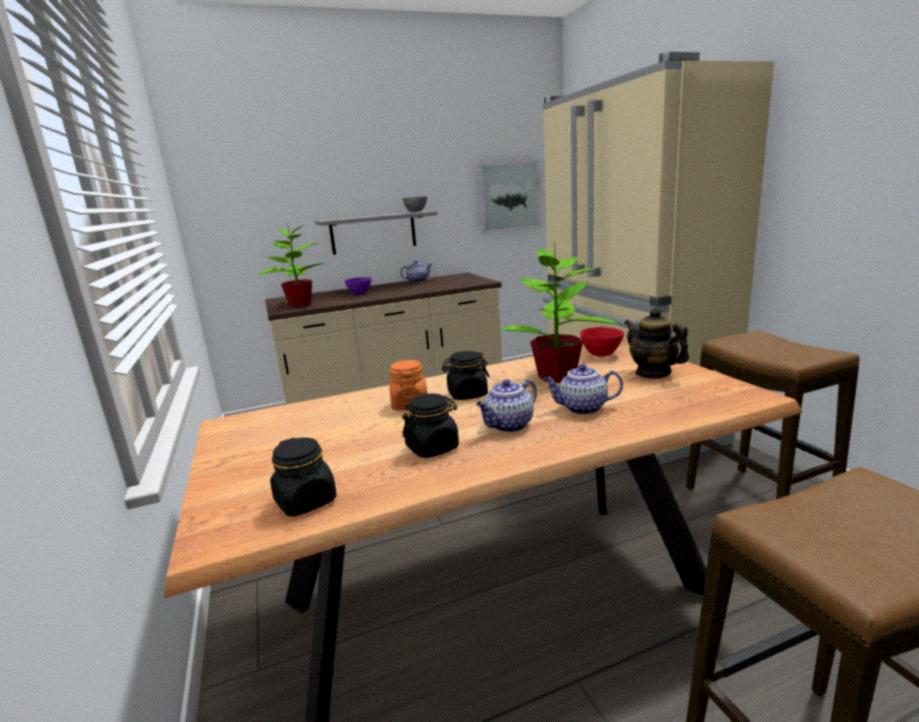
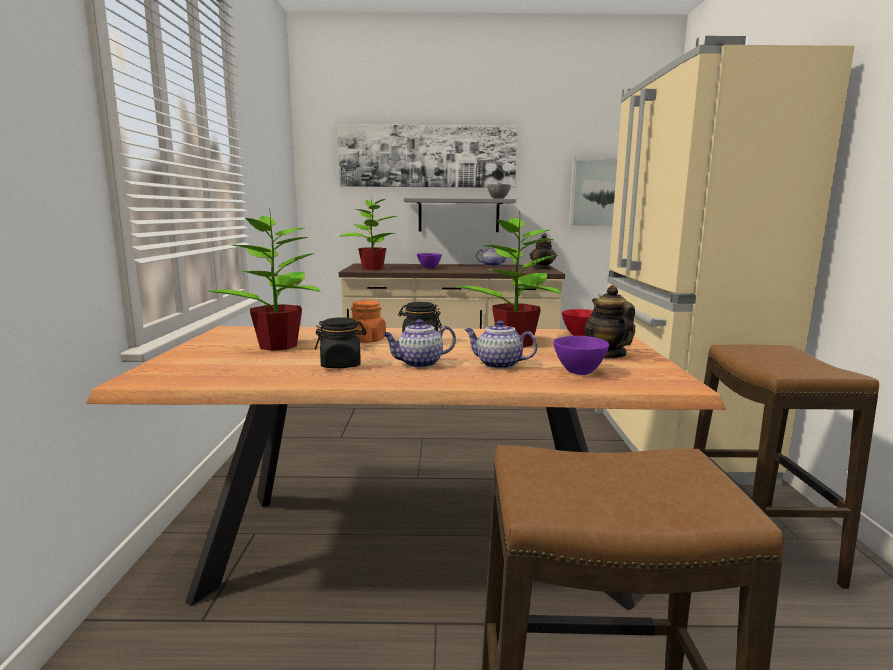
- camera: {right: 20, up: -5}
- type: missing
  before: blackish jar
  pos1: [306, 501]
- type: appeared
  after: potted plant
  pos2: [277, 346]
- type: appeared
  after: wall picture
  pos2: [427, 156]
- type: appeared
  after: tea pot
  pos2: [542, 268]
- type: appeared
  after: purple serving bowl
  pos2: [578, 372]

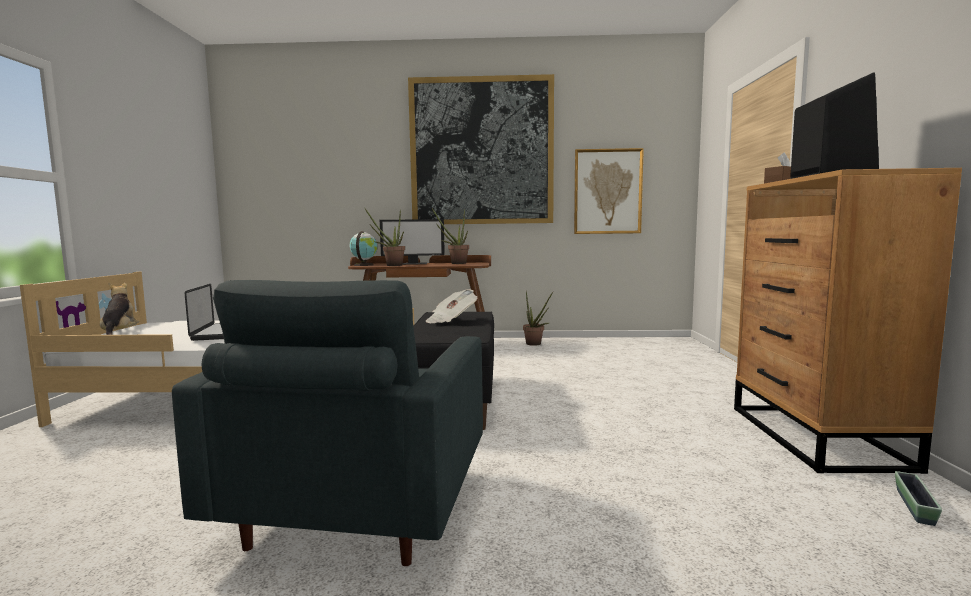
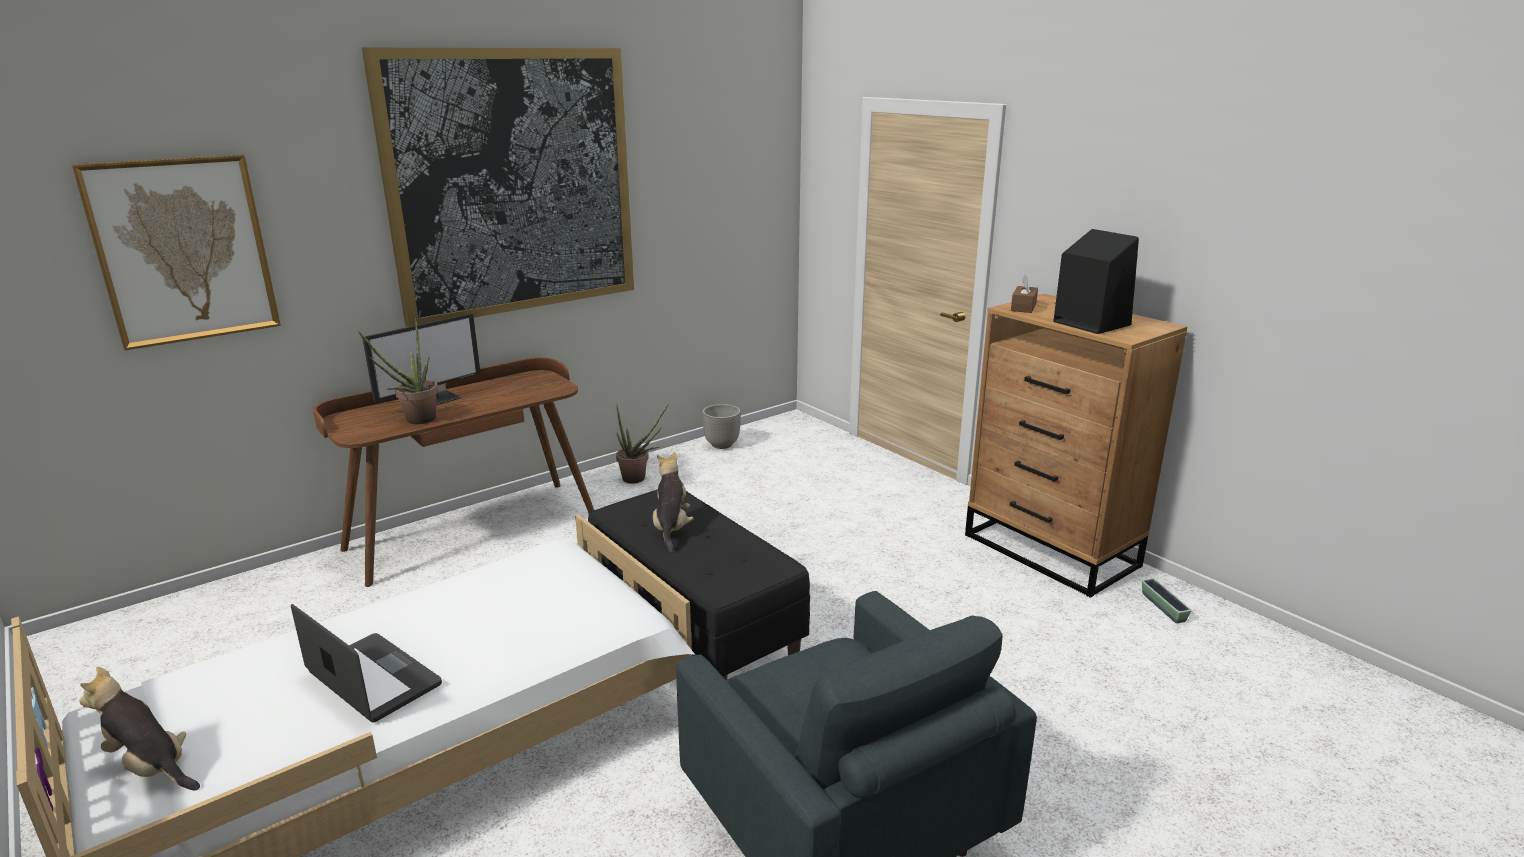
- camera: {right: -40, up: 15}
- type: missing
  before: world globe
  pos1: [364, 265]
- type: exchanged
  before: daily paper
  after: soft toy
  pos1: [451, 320]
  pos2: [671, 528]
- type: missing
  before: potted plant
  pos1: [455, 263]
- type: relocated
  before: wall picture
  pos1: [607, 191]
  pos2: [183, 250]
- type: appeared
  after: plant pot
  pos2: [722, 445]

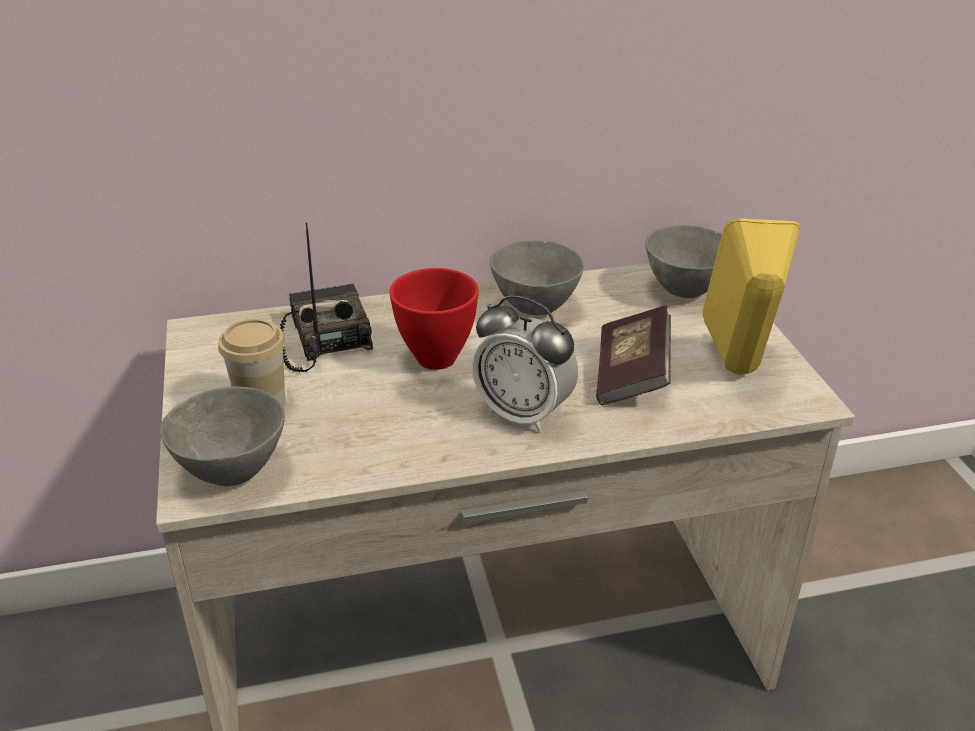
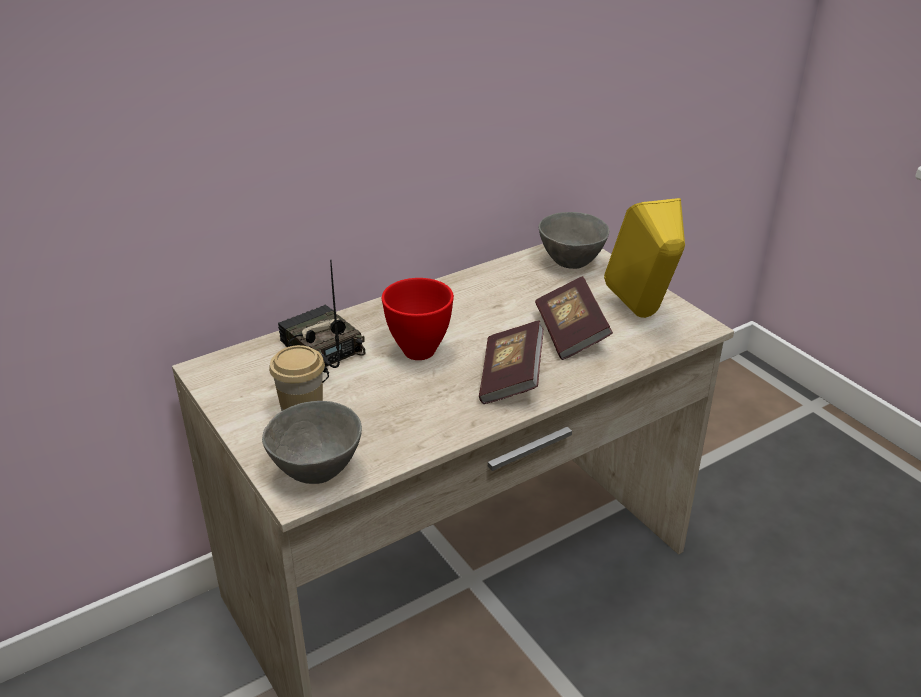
- camera: {right: -20, up: 0}
- type: exchanged
  before: bedside clock
  after: book
  pos1: [523, 414]
  pos2: [511, 378]
- type: missing
  before: gray serving bowl
  pos1: [536, 307]

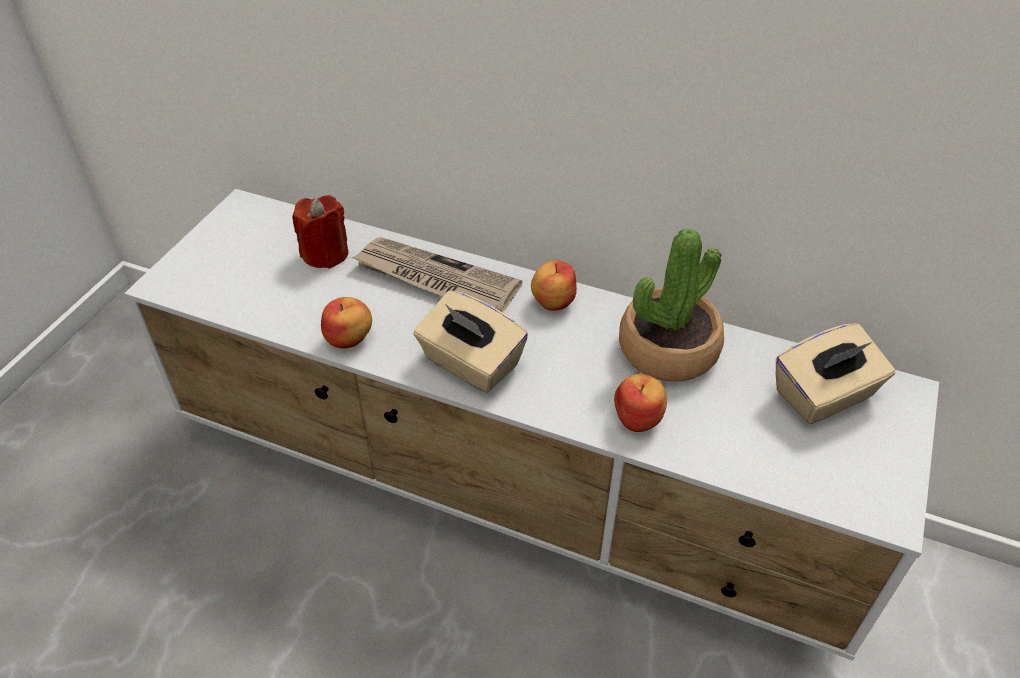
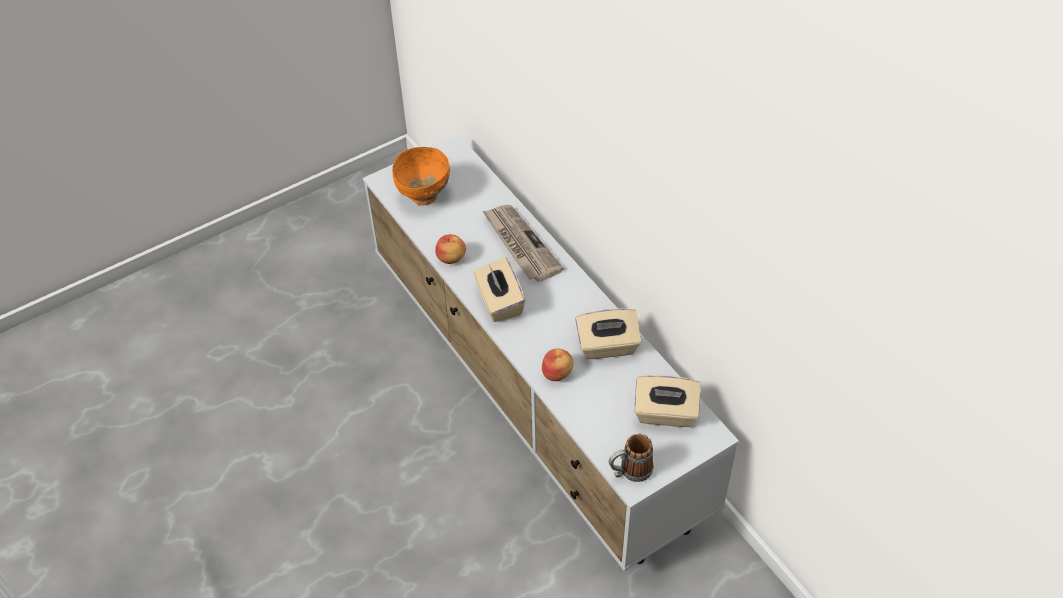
- camera: {right: 35, up: 5}
- type: missing
  before: reddish wax light
  pos1: [325, 254]
- type: missing
  before: apple
  pos1: [553, 301]
- type: exchanged
  before: potted plant
  after: sand-coloured box of tissues
  pos1: [668, 349]
  pos2: [607, 346]
- type: appeared
  after: orange-coloured serving bowl
  pos2: [424, 196]
- type: appeared
  after: coffee mug
  pos2: [629, 471]

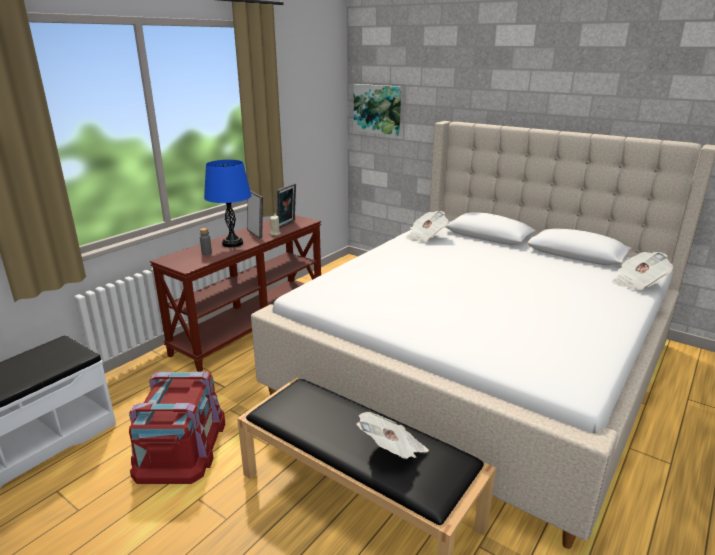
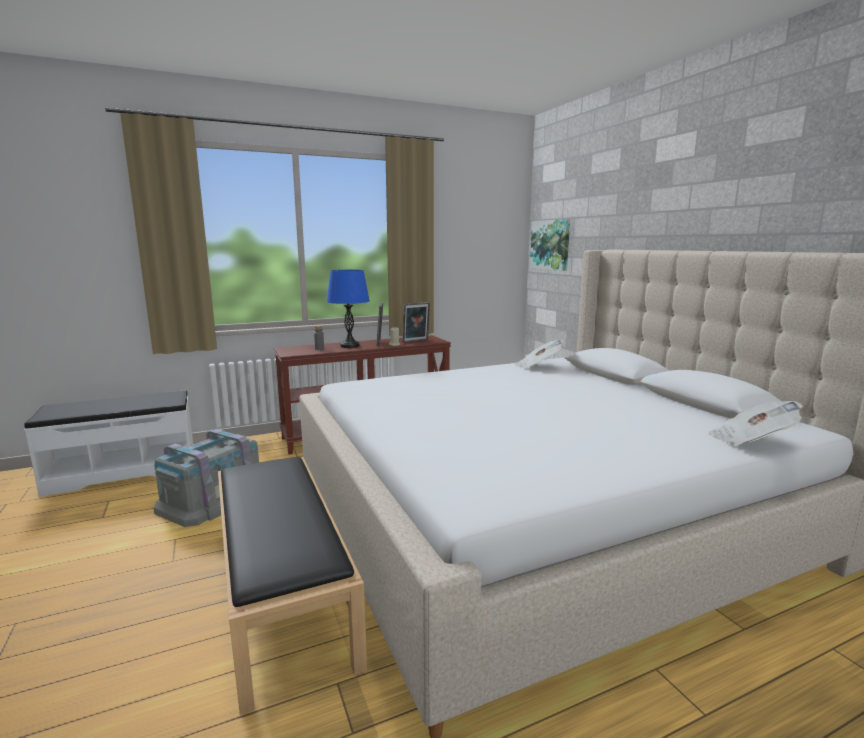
- camera: {right: 30, up: -10}
- type: colour
  before: reddish storage container
  after: gray storage container
  pos1: [180, 444]
  pos2: [213, 498]
- type: missing
  before: daily paper
  pos1: [392, 450]

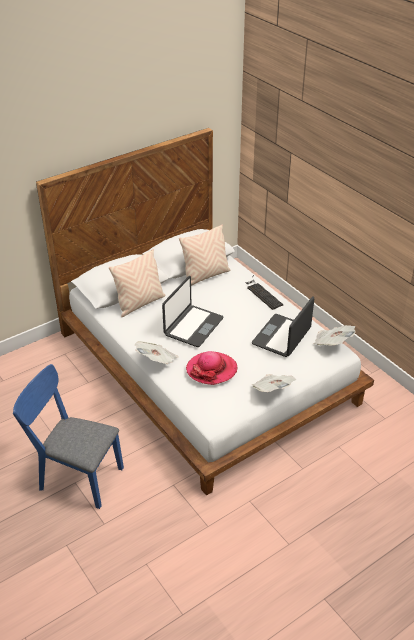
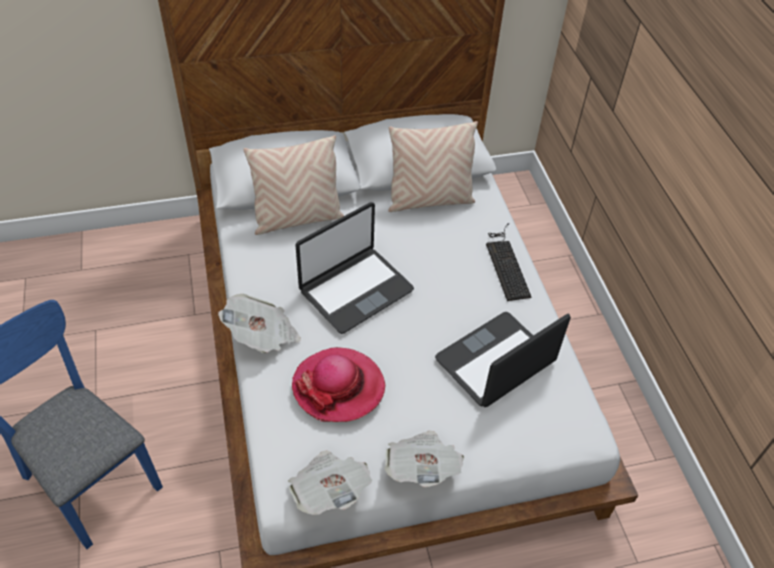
- camera: {right: 20, up: 10}
- type: relocated
  before: daily paper
  pos1: [332, 343]
  pos2: [329, 490]

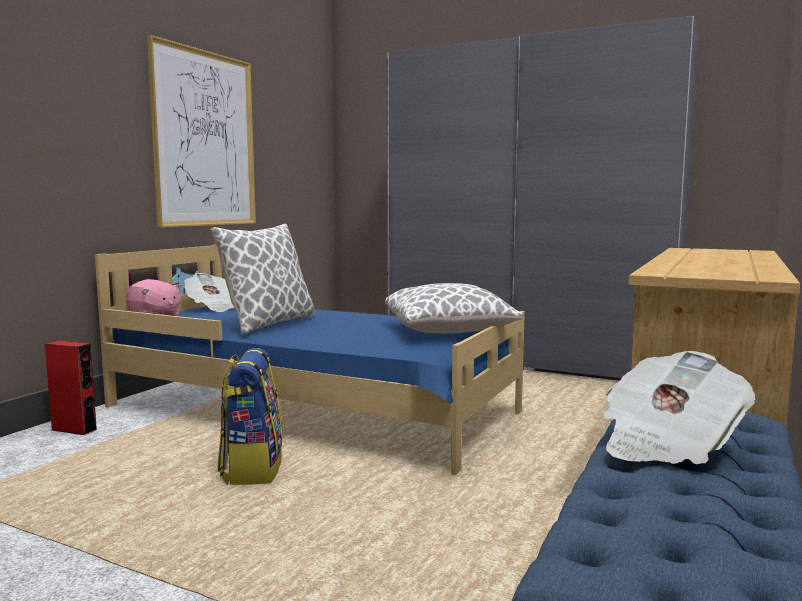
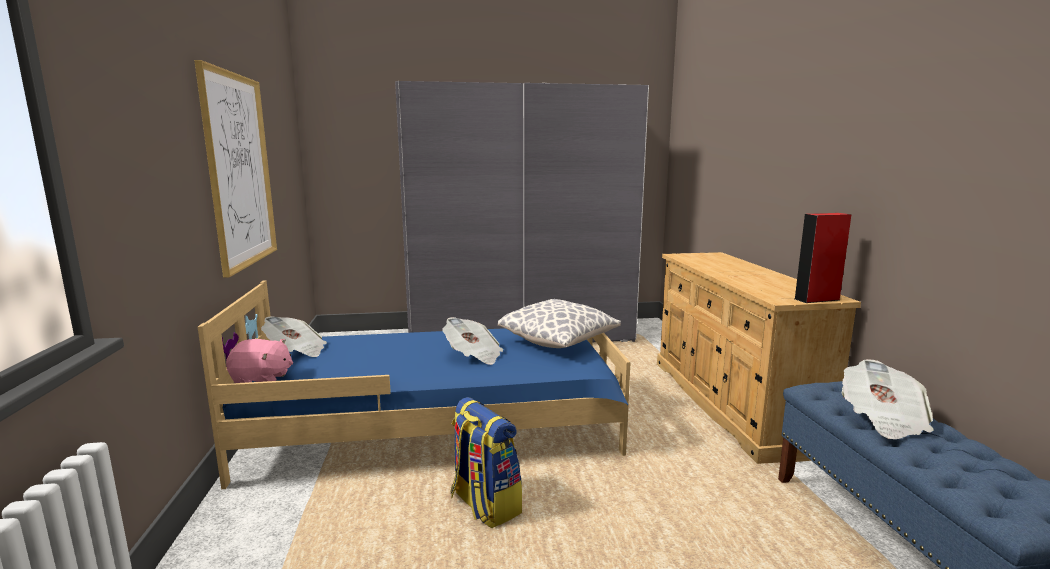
- camera: {right: -35, up: 5}
- type: relocated
  before: reddish speaker
  pos1: [74, 429]
  pos2: [817, 299]
- type: missing
  before: pillow
  pos1: [268, 324]
- type: appeared
  after: daily paper
  pos2: [474, 356]

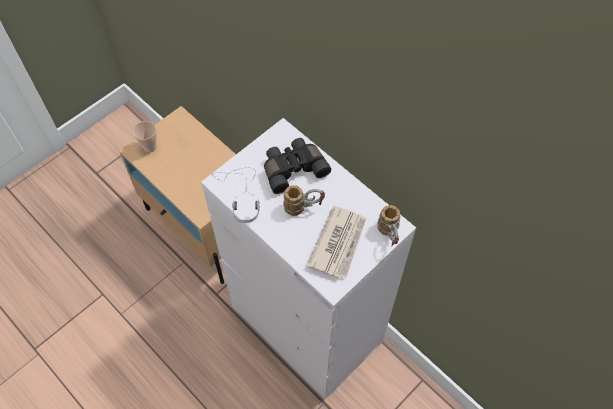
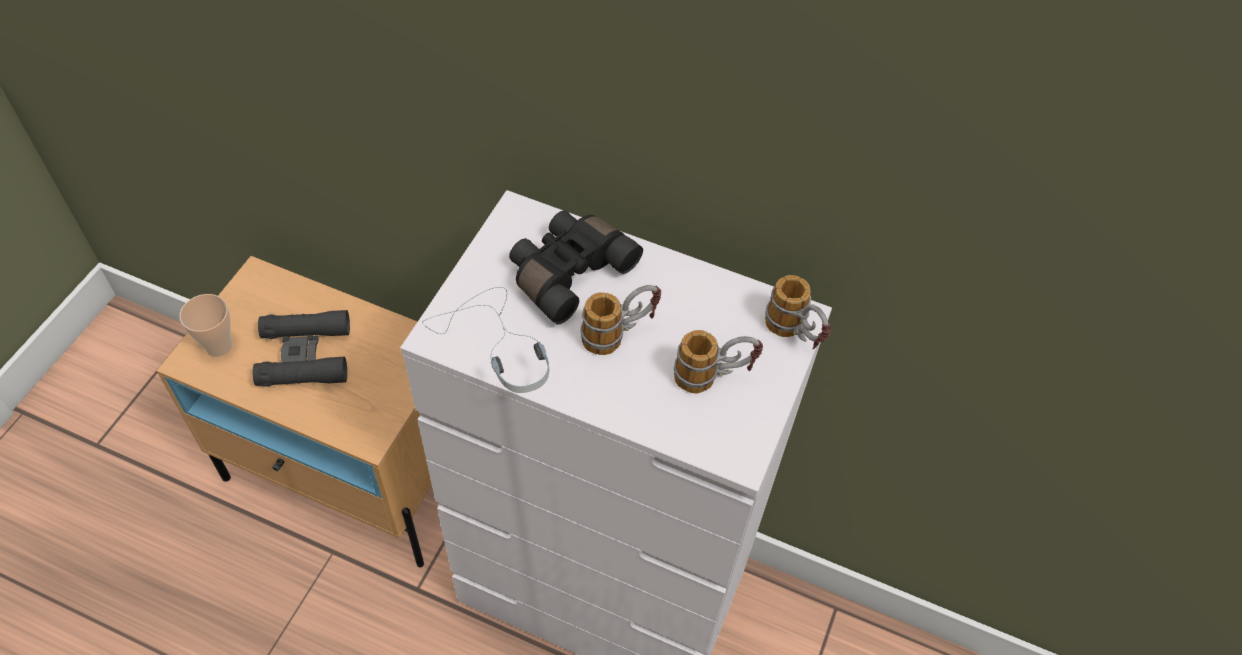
- camera: {right: -25, up: -5}
- type: exchanged
  before: daily paper
  after: coffee mug
  pos1: [339, 243]
  pos2: [713, 377]
- type: appeared
  after: blackish binoculars
  pos2: [305, 355]

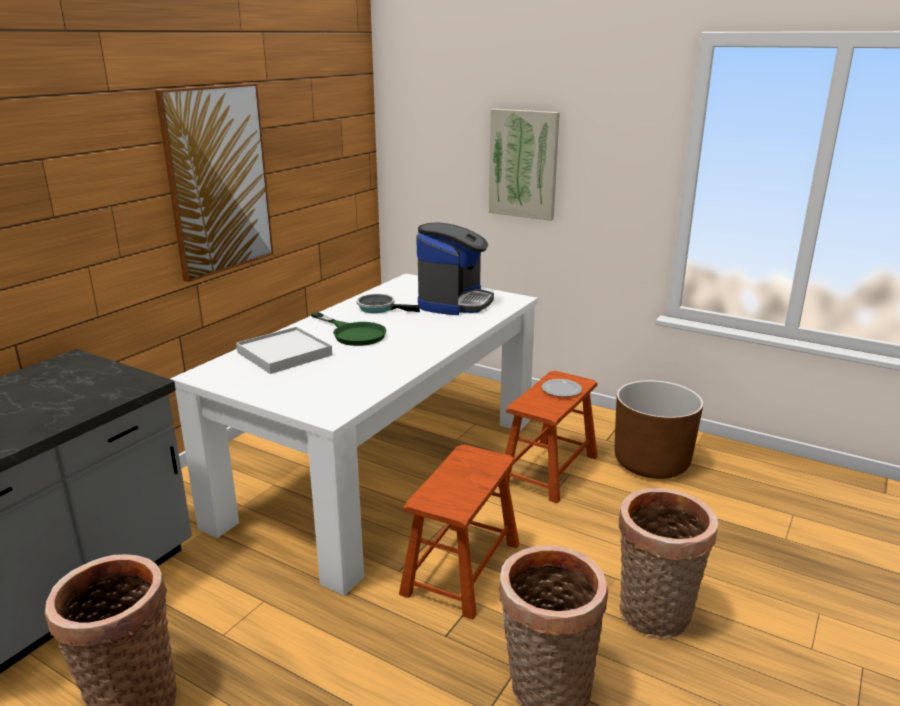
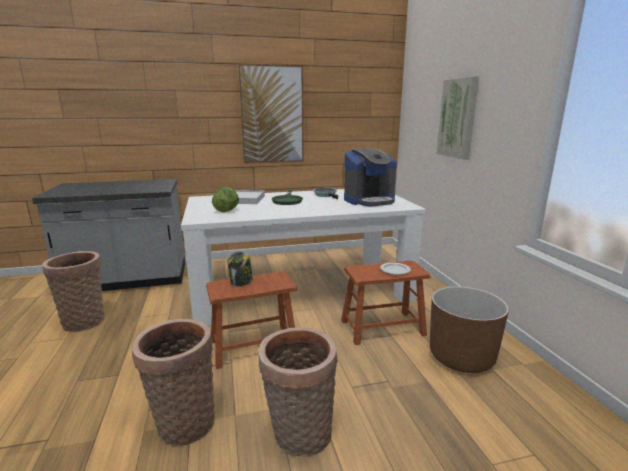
- camera: {right: 45, up: -5}
- type: appeared
  after: head of lettuce
  pos2: [227, 211]
- type: appeared
  after: jar
  pos2: [241, 282]

